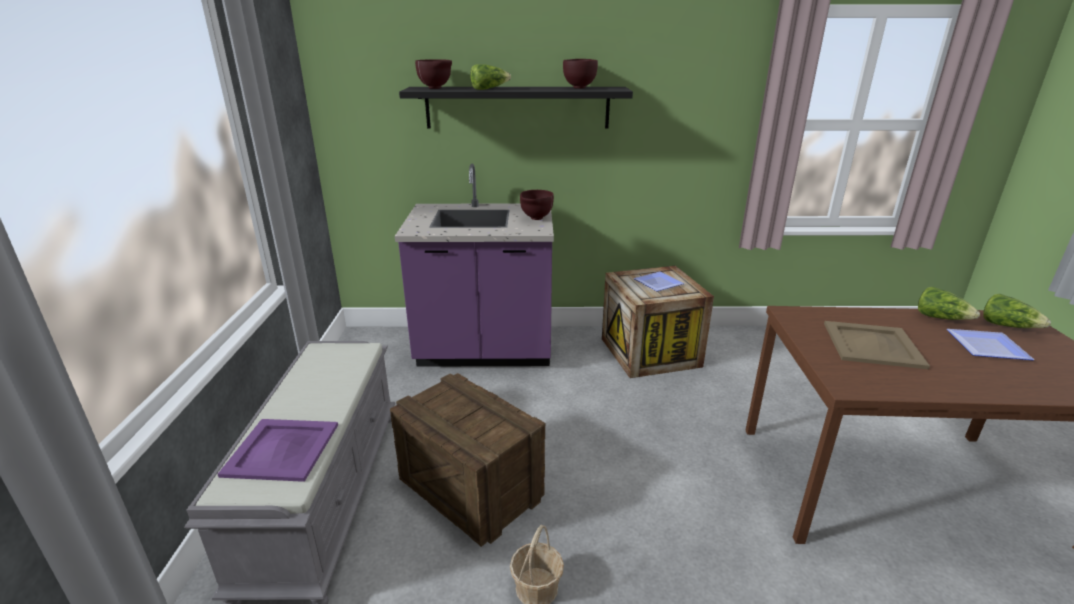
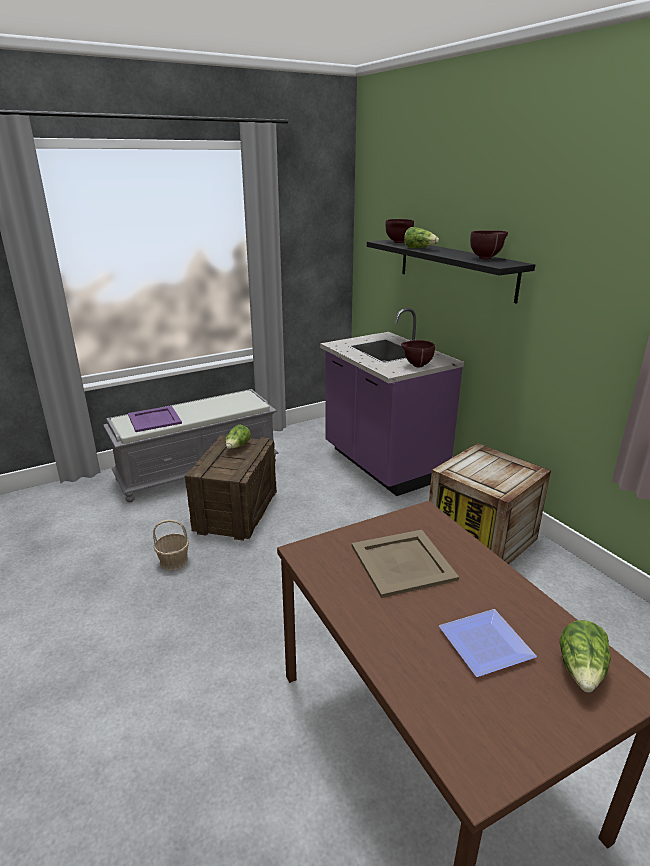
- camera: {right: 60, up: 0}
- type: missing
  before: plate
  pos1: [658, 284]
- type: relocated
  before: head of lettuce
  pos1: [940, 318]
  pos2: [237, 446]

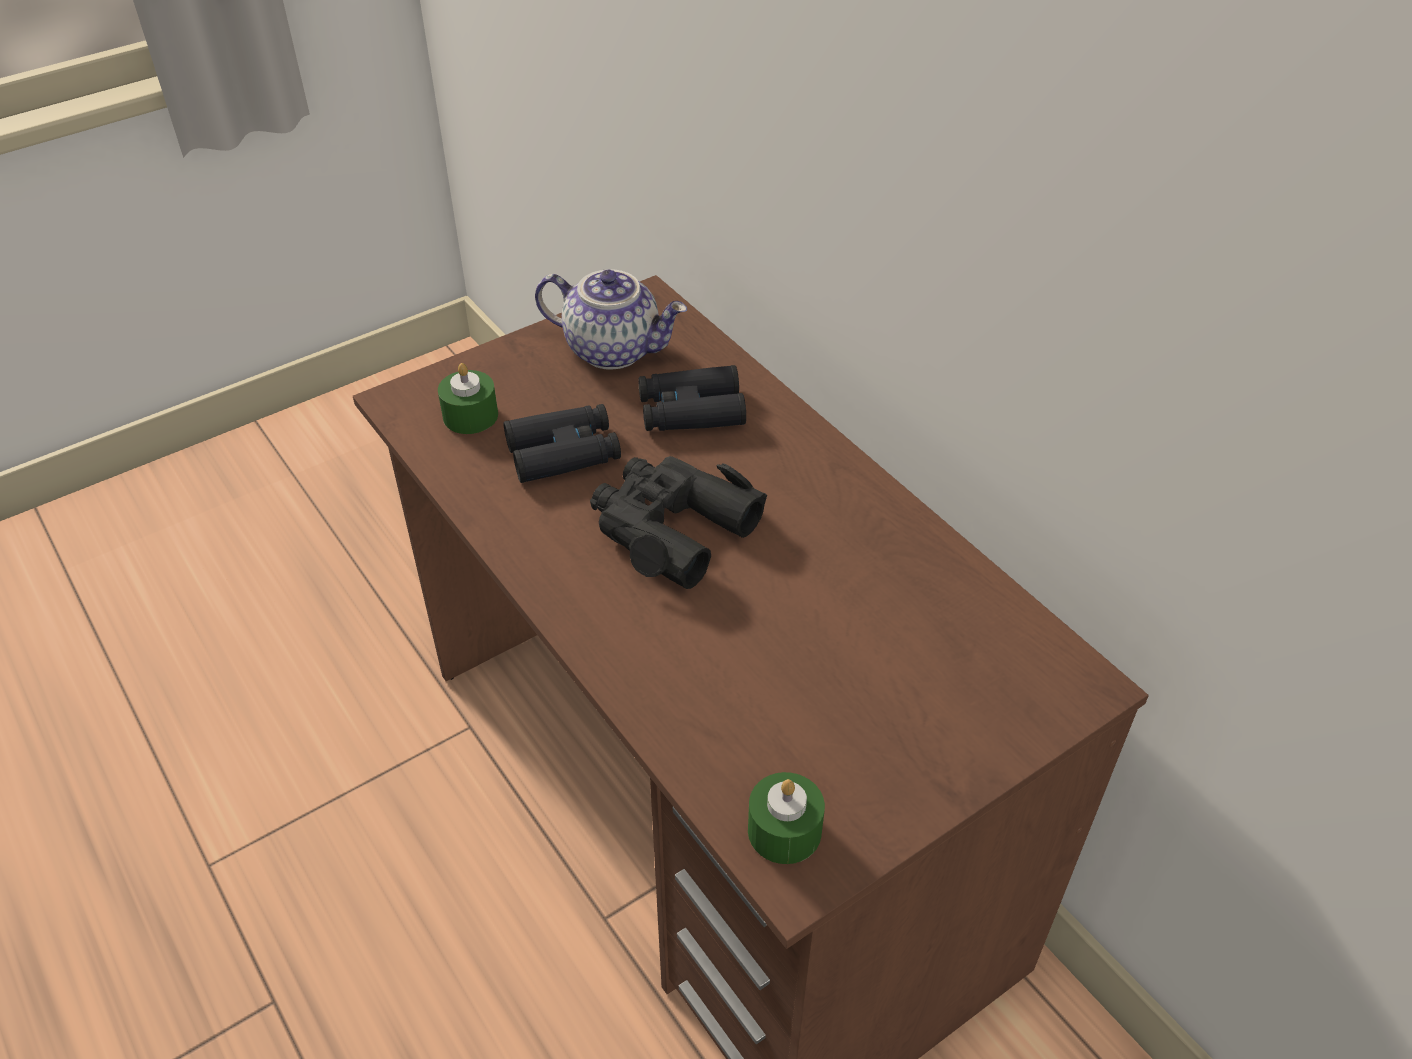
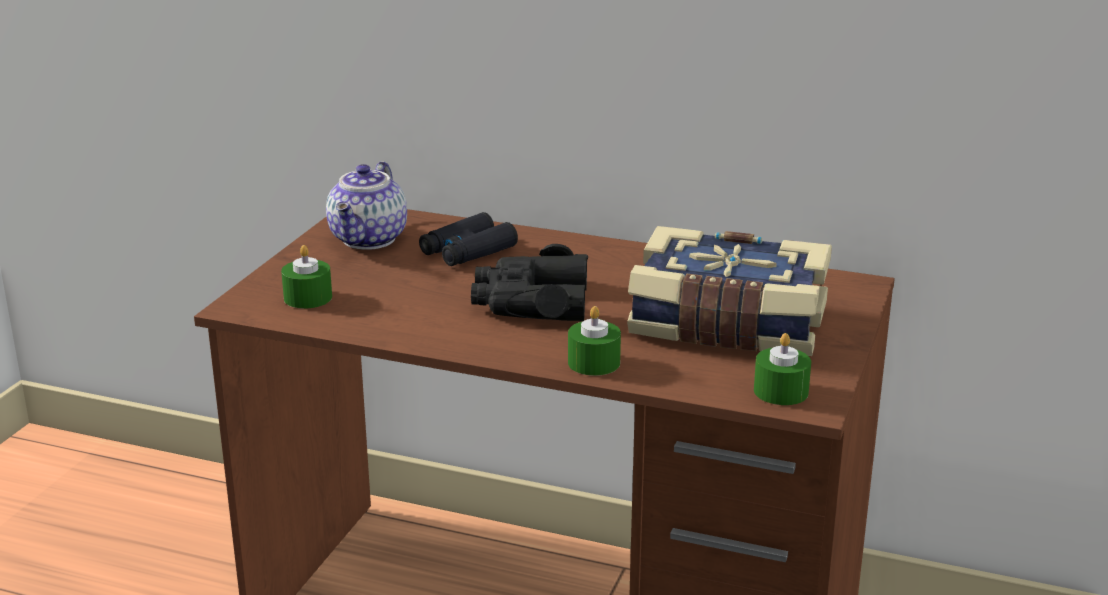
- camera: {right: -35, up: -20}
- type: missing
  before: blackish binoculars
  pos1: [564, 453]
- type: spun
  before: tea pot
  pos1: [614, 349]
  pos2: [370, 240]
  turn: 120
- type: appeared
  after: greenish wax light
  pos2: [594, 363]
- type: appeared
  after: book
  pos2: [727, 325]

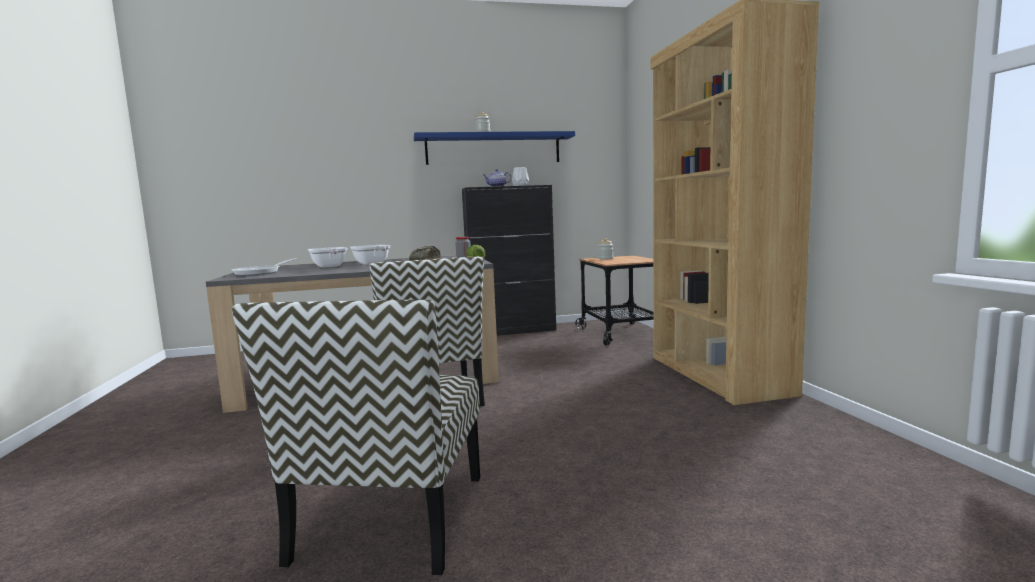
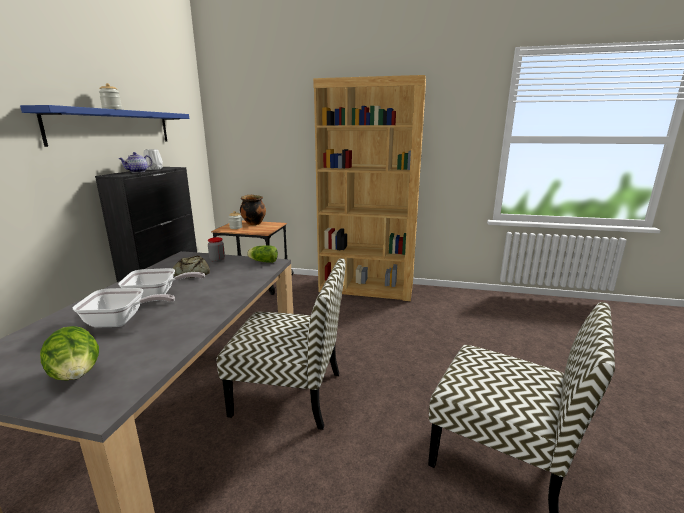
- camera: {right: -65, up: 10}
- type: exchanged
  before: skillet
  after: head of lettuce
  pos1: [261, 273]
  pos2: [77, 376]
- type: appeared
  after: cooking pot
  pos2: [253, 223]

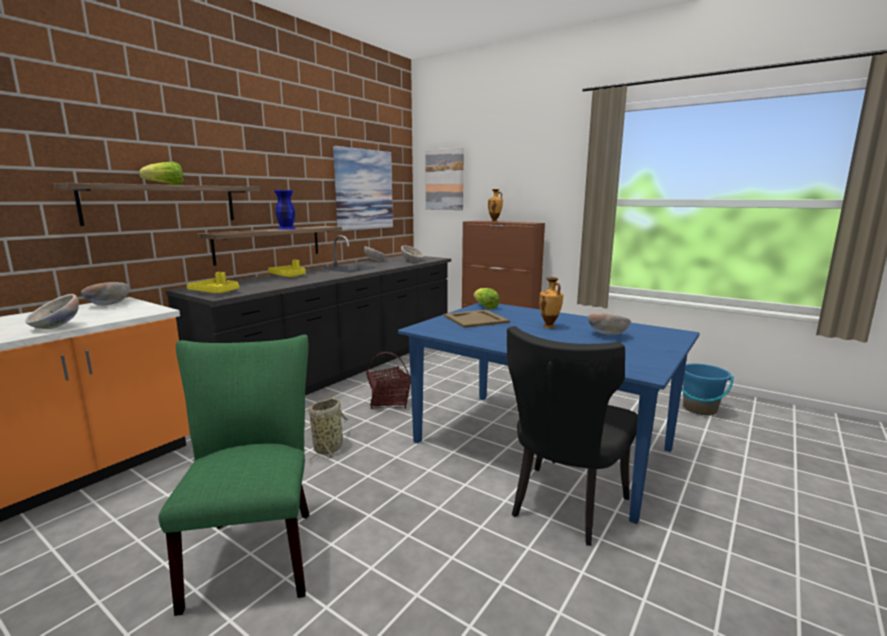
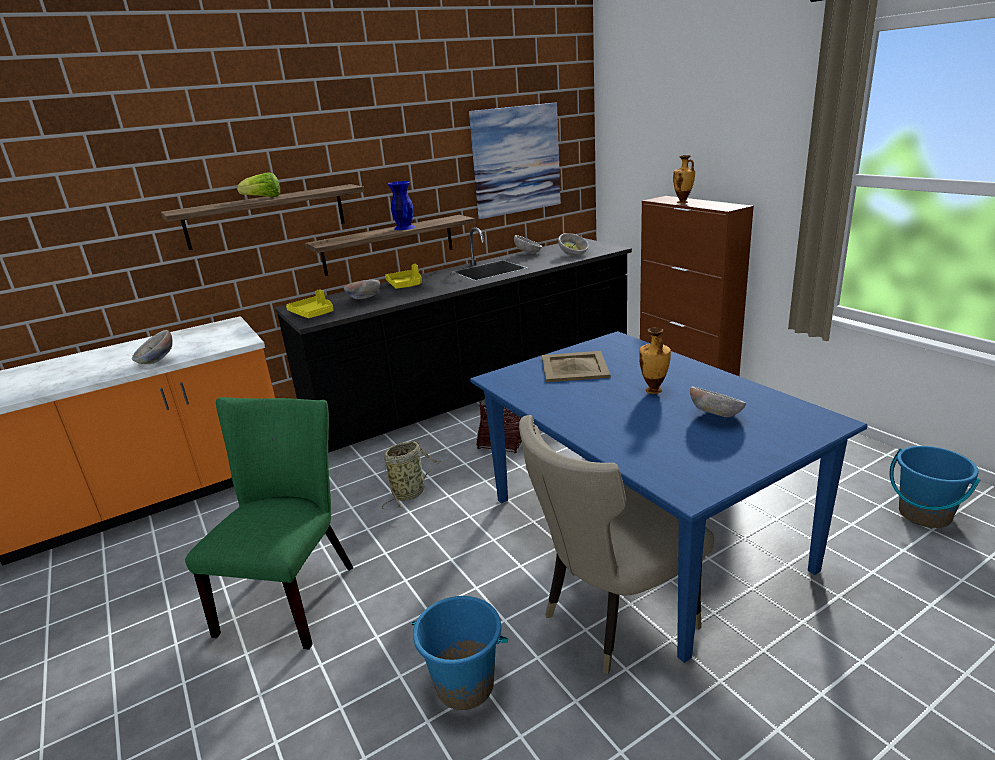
- camera: {right: 25, up: 10}
- type: relocated
  before: serving bowl
  pos1: [108, 305]
  pos2: [364, 299]
- type: missing
  before: wall picture
  pos1: [445, 179]
- type: missing
  before: head of lettuce
  pos1: [485, 307]
- type: colour
  before: blackish plain chair
  after: sand-coloured plain chair
  pos1: [564, 506]
  pos2: [611, 619]
- type: appeared
  after: bluish water bucket
  pos2: [465, 685]

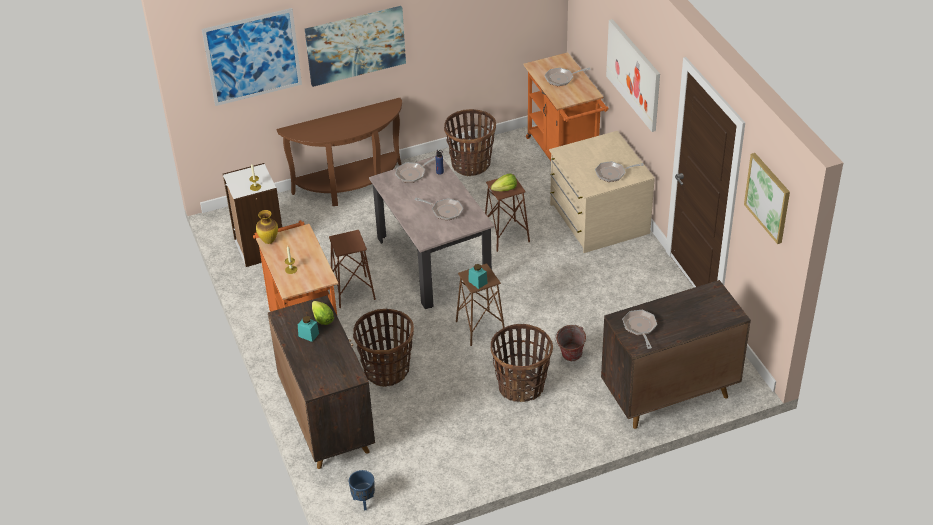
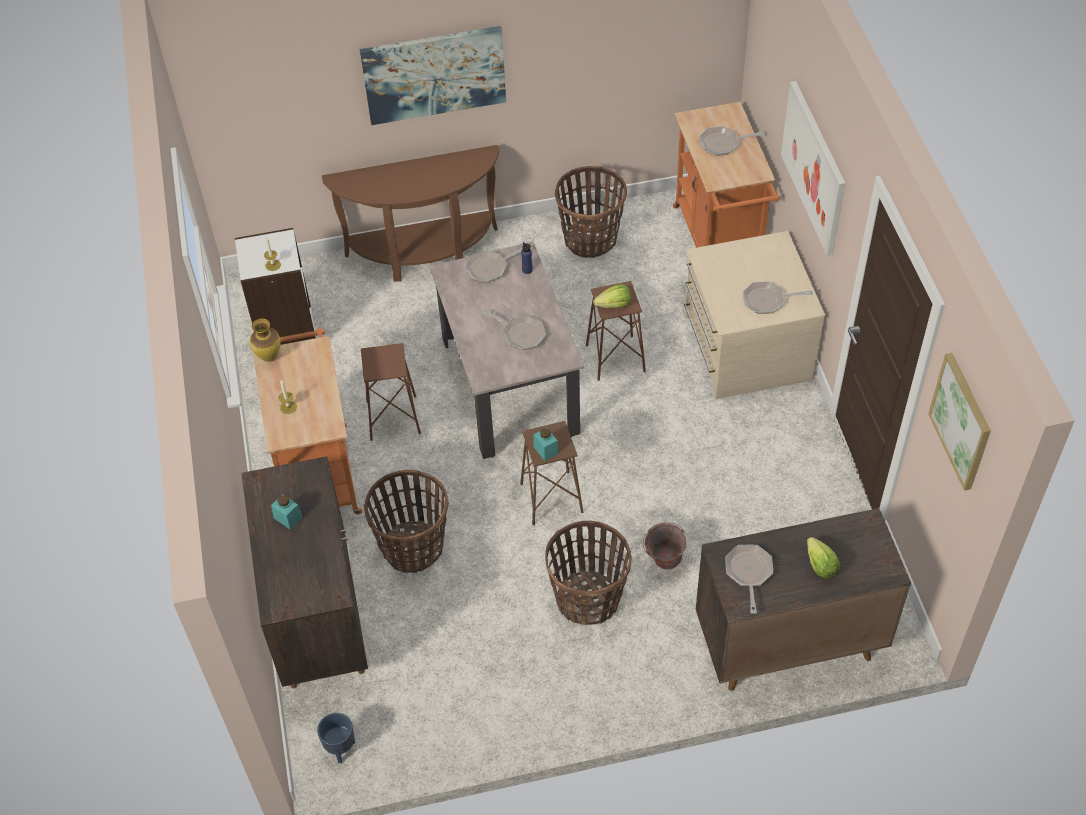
- camera: {right: 10, up: 10}
- type: missing
  before: wall picture
  pos1: [253, 57]
- type: relocated
  before: head of lettuce
  pos1: [322, 319]
  pos2: [820, 565]

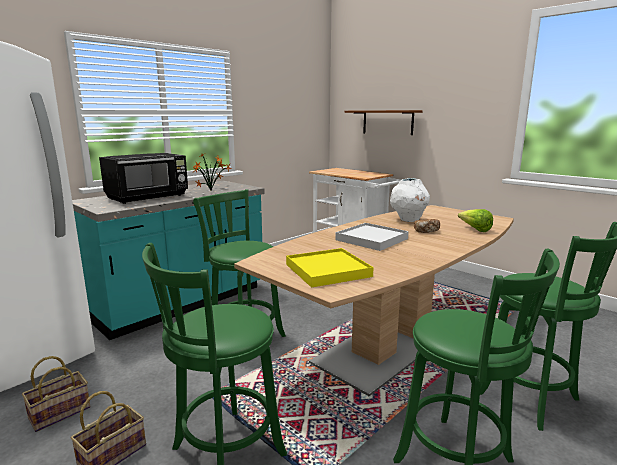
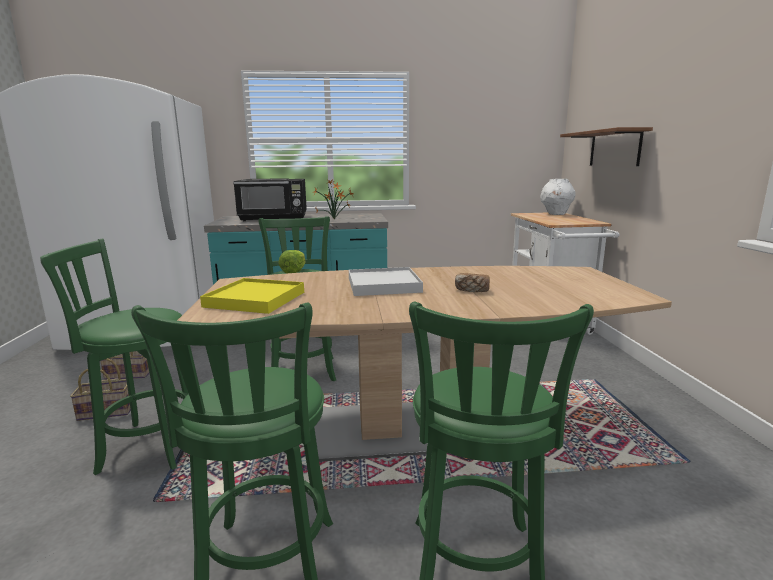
- camera: {right: 40, up: 0}
- type: relocated
  before: white-coloured flower vase
  pos1: [408, 220]
  pos2: [556, 214]
- type: relocated
  before: head of lettuce
  pos1: [475, 229]
  pos2: [294, 271]

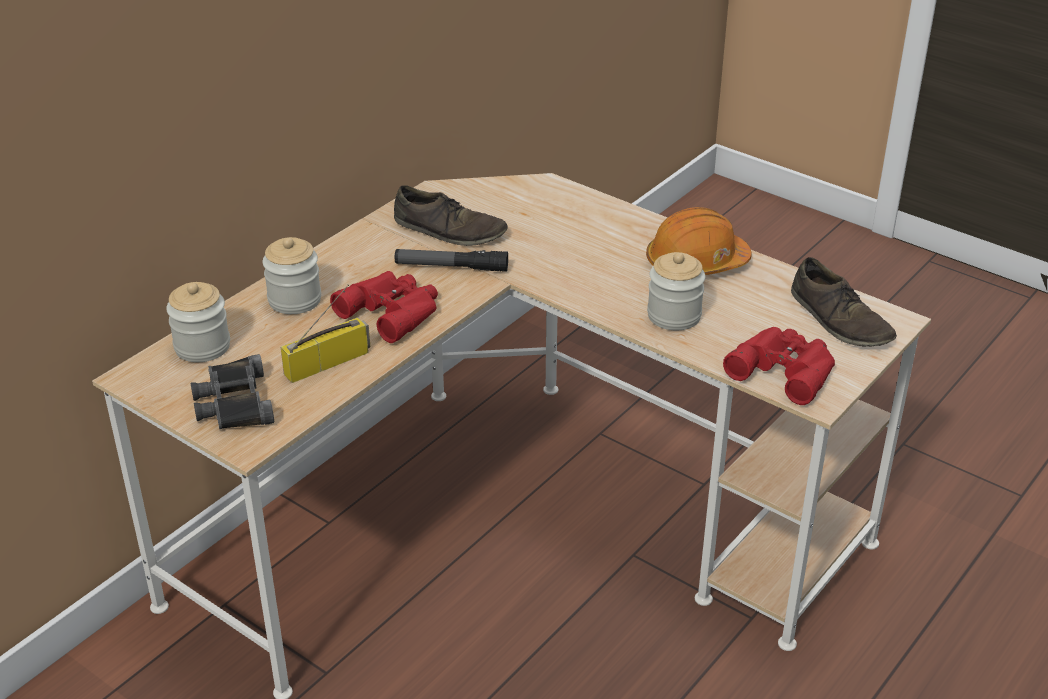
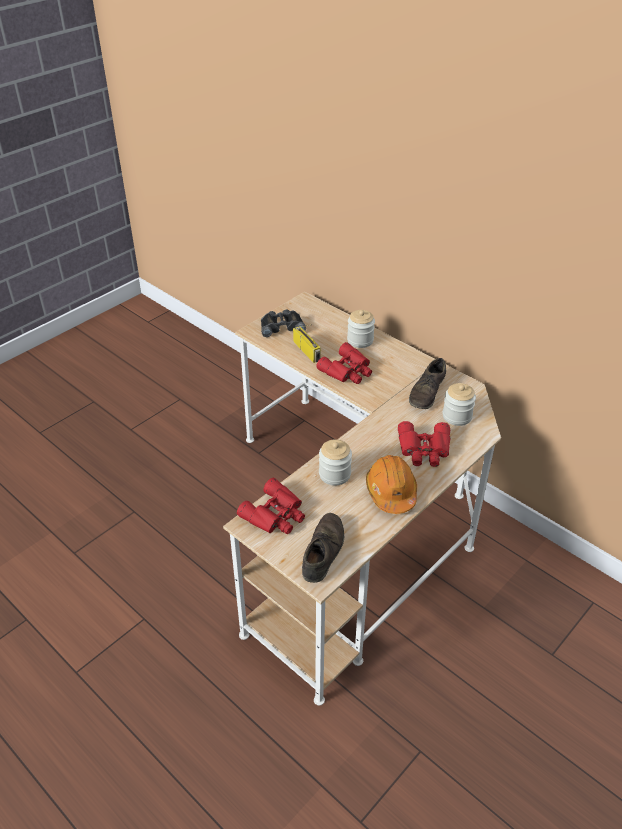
- camera: {right: 95, up: 5}
- type: relocated
  before: jar
  pos1: [202, 347]
  pos2: [457, 416]
- type: missing
  before: torch
  pos1: [451, 267]
- type: spun
  before: brownish shoe
  pos1: [840, 320]
  pos2: [323, 551]
  turn: 135
- type: appeared
  after: reddish binoculars
  pos2: [424, 450]

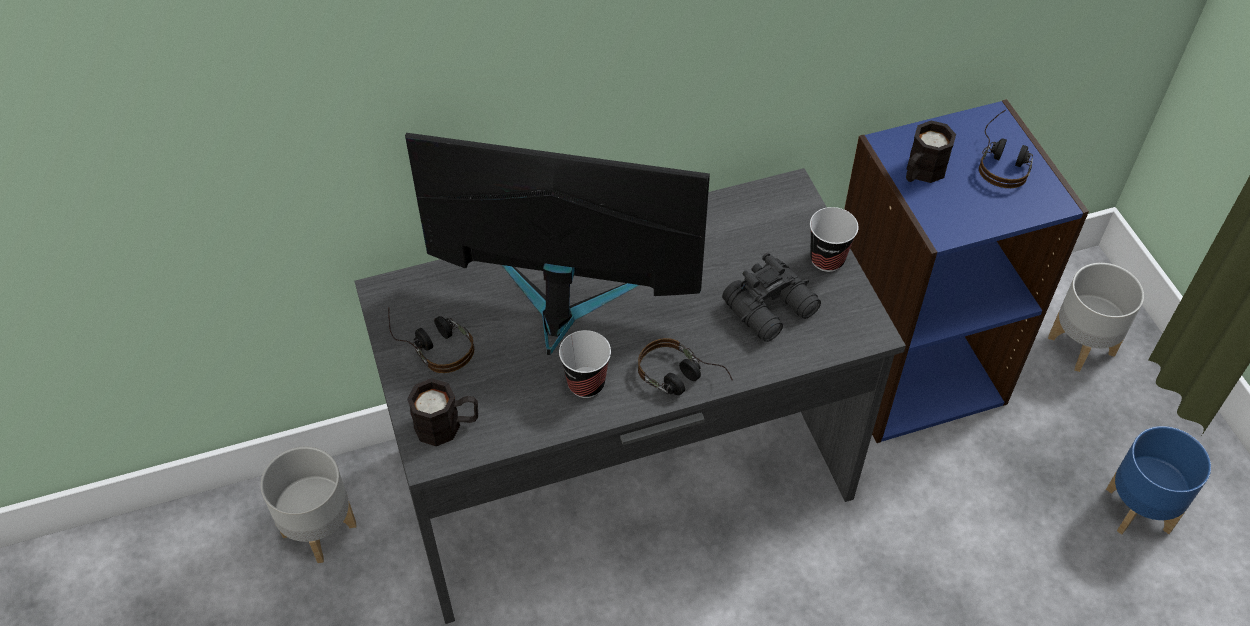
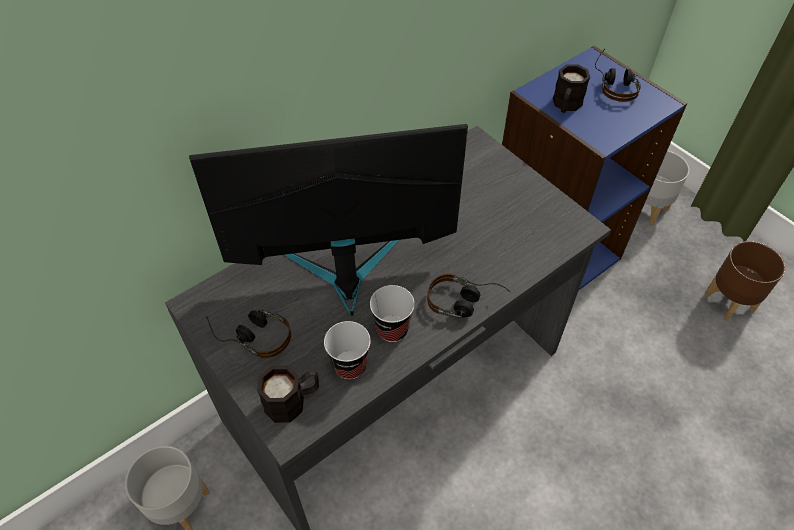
- camera: {right: -20, up: 0}
- type: missing
  before: blackish binoculars
  pos1: [773, 308]
- type: relocated
  before: cup
  pos1: [827, 259]
  pos2: [350, 366]
- type: colour
  before: bluish plant pot
  after: brownish plant pot
  pos1: [1139, 509]
  pos2: [730, 301]

